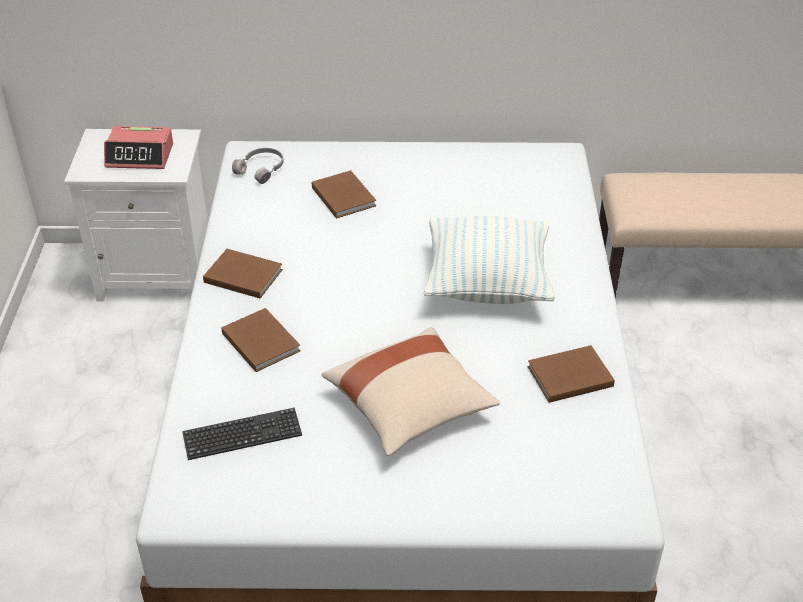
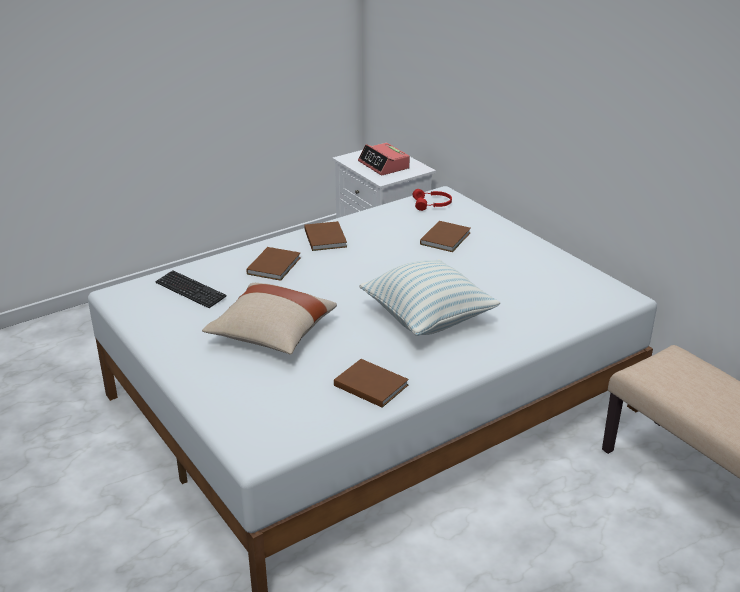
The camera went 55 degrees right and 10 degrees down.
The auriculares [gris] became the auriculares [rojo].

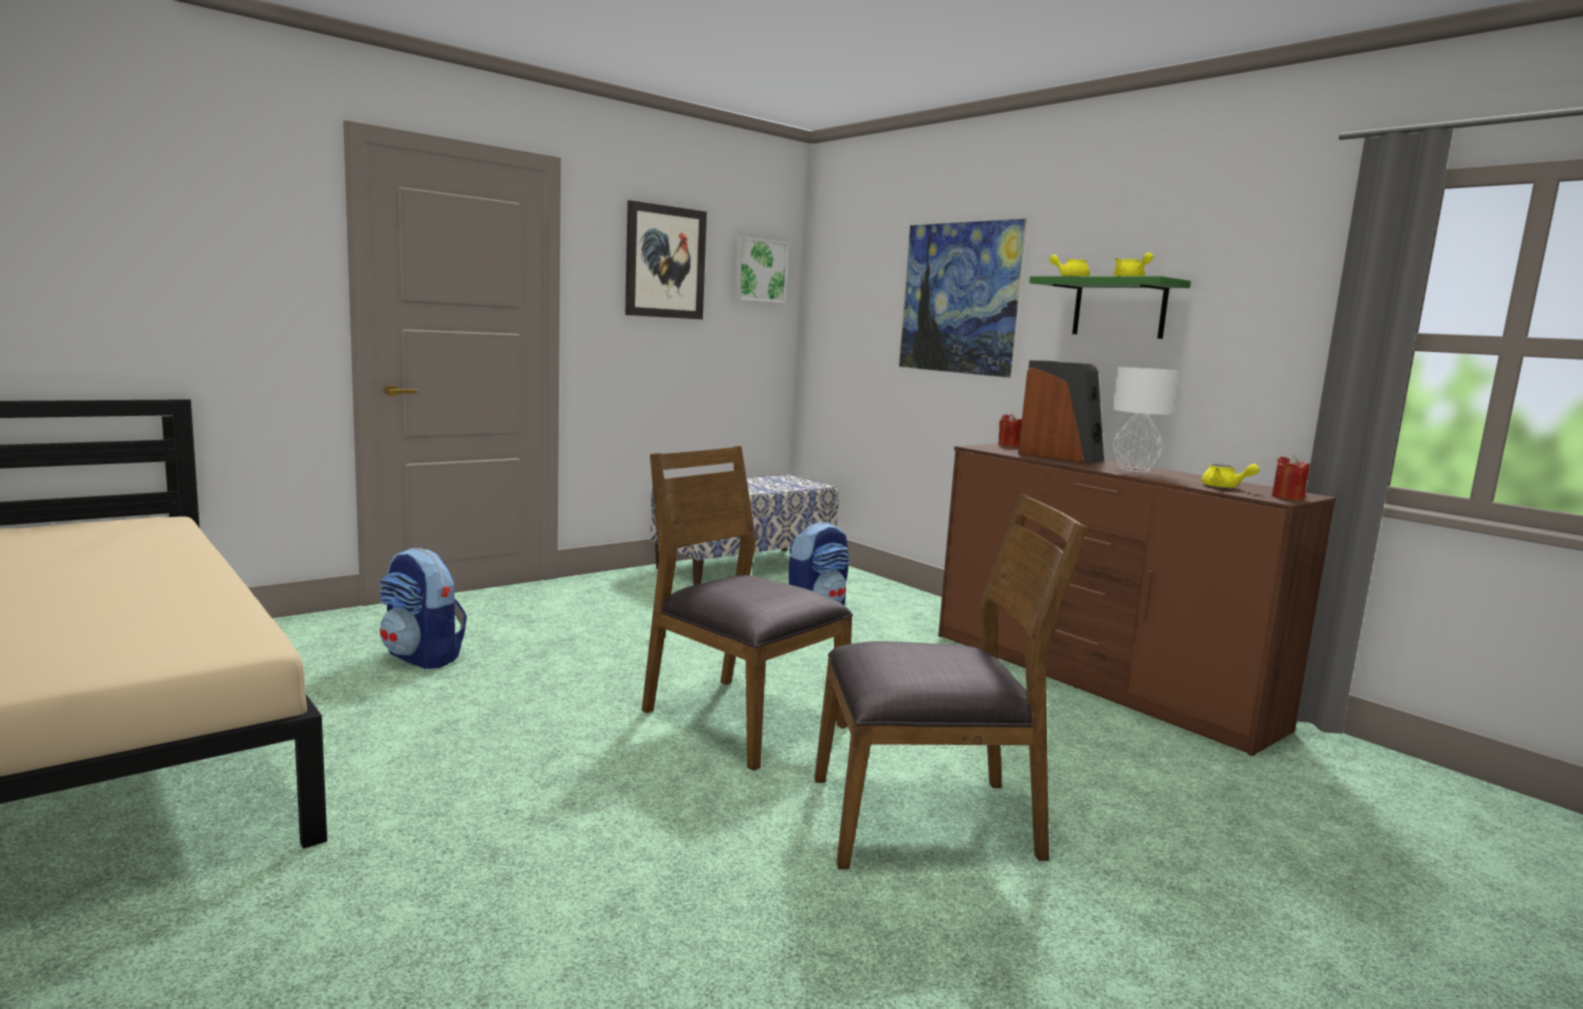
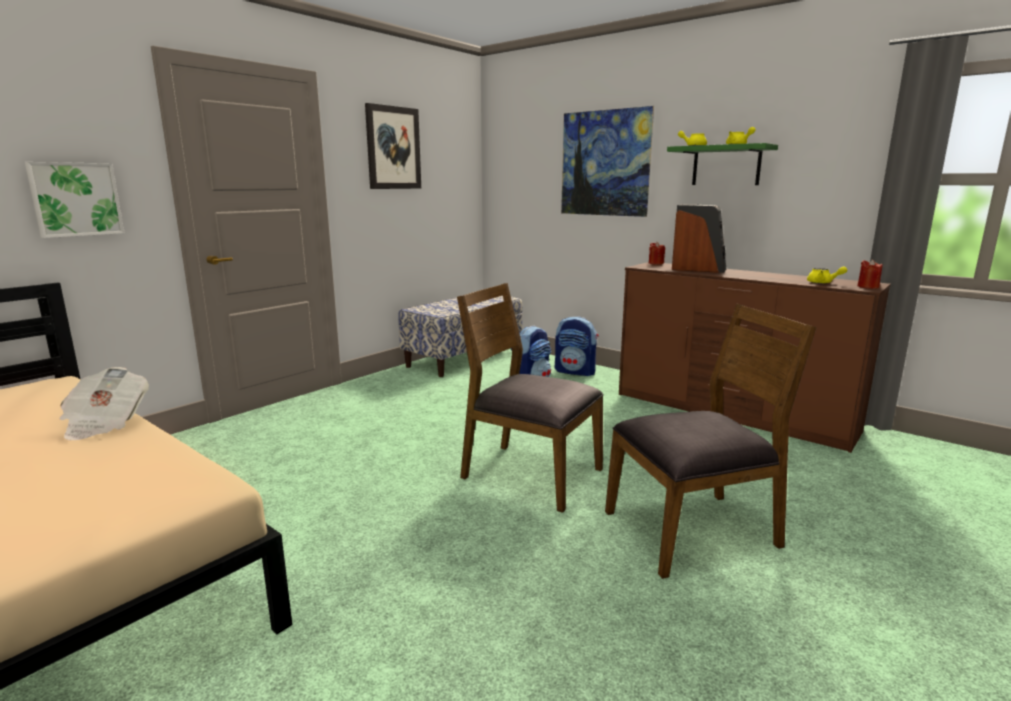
The camera went 10 degrees left and 5 degrees up.
The lámpara de mesa [blanco] disappeared.
The periódico appeared.
The mochila (no. 1 from left in the first image) moved.
The cuadro (no. 2 from left in the first image) moved.

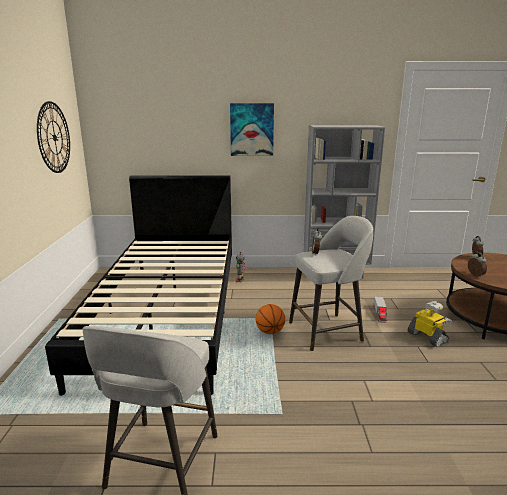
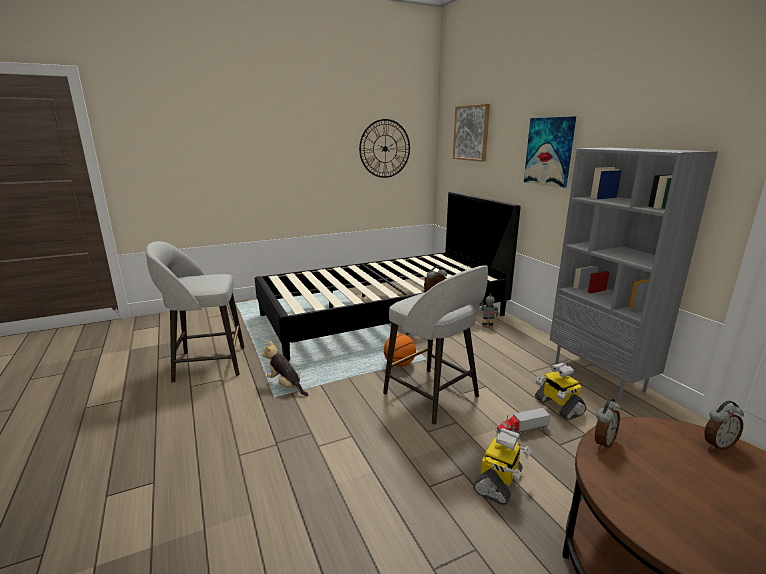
The camera went 65 degrees right and 0 degrees up.
The peluche appeared.
The cuadro (no. 1 from left) appeared.
The robot de juguete (no. 3 from left) appeared.

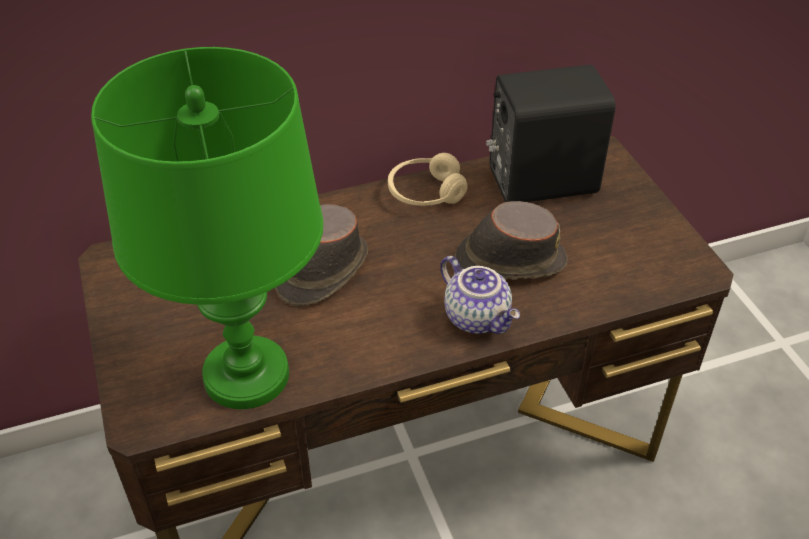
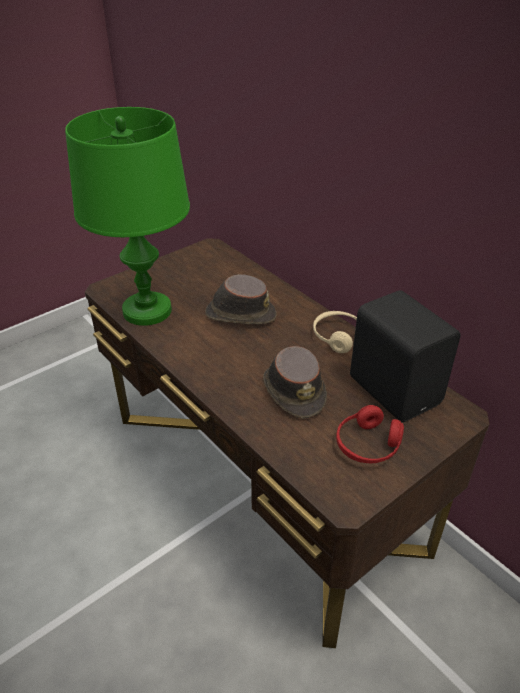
The camera went 70 degrees right and 5 degrees down.
The tetera disappeared.
The auriculares [rojo] appeared.

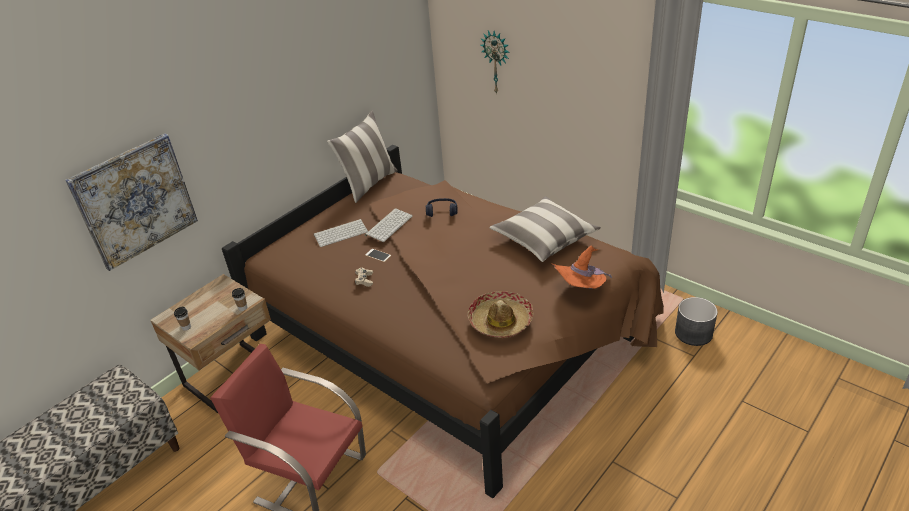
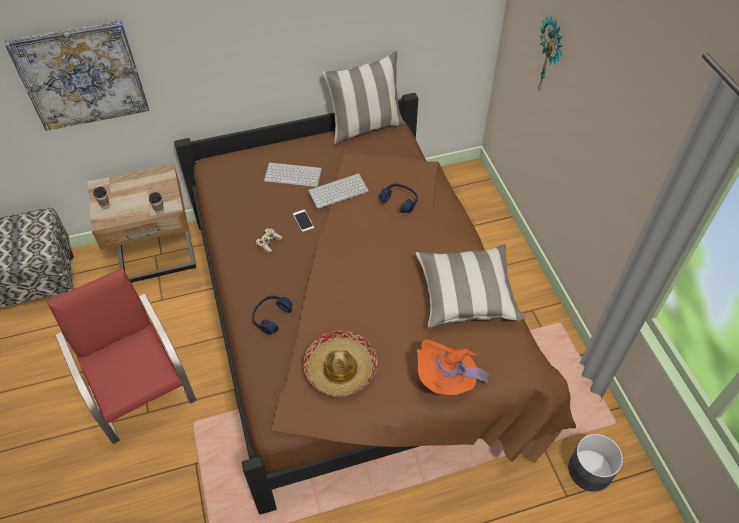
The camera went 30 degrees right and 15 degrees up.
The auriculares [azul] (no. 1 from left) appeared.

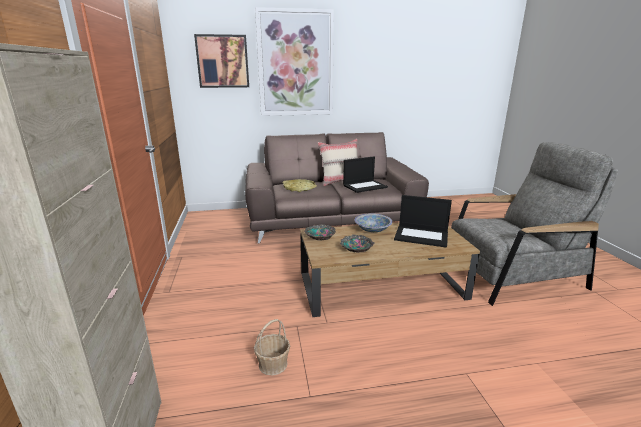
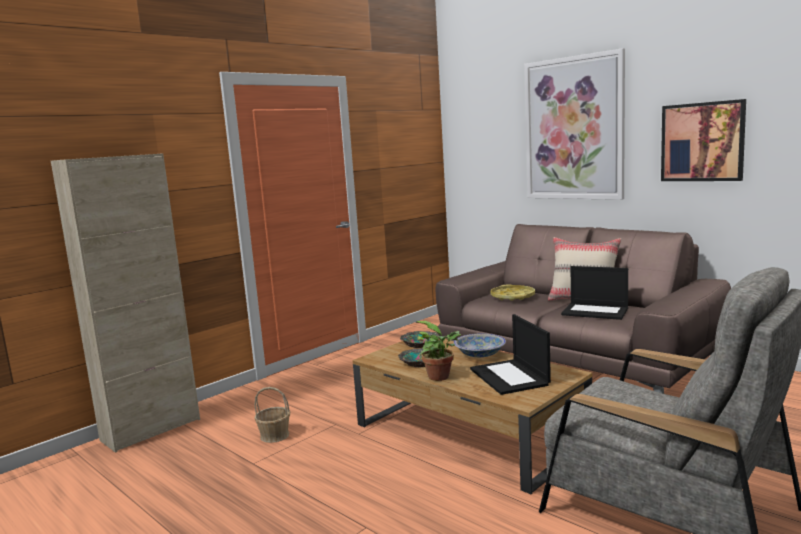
The camera went 55 degrees right and 10 degrees down.
The planta en maceta appeared.
The cuadro (no. 1 from left in the first image) moved.

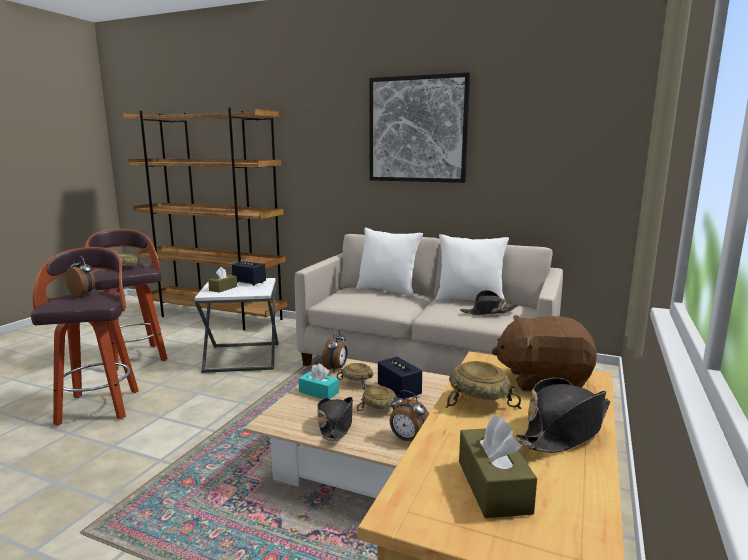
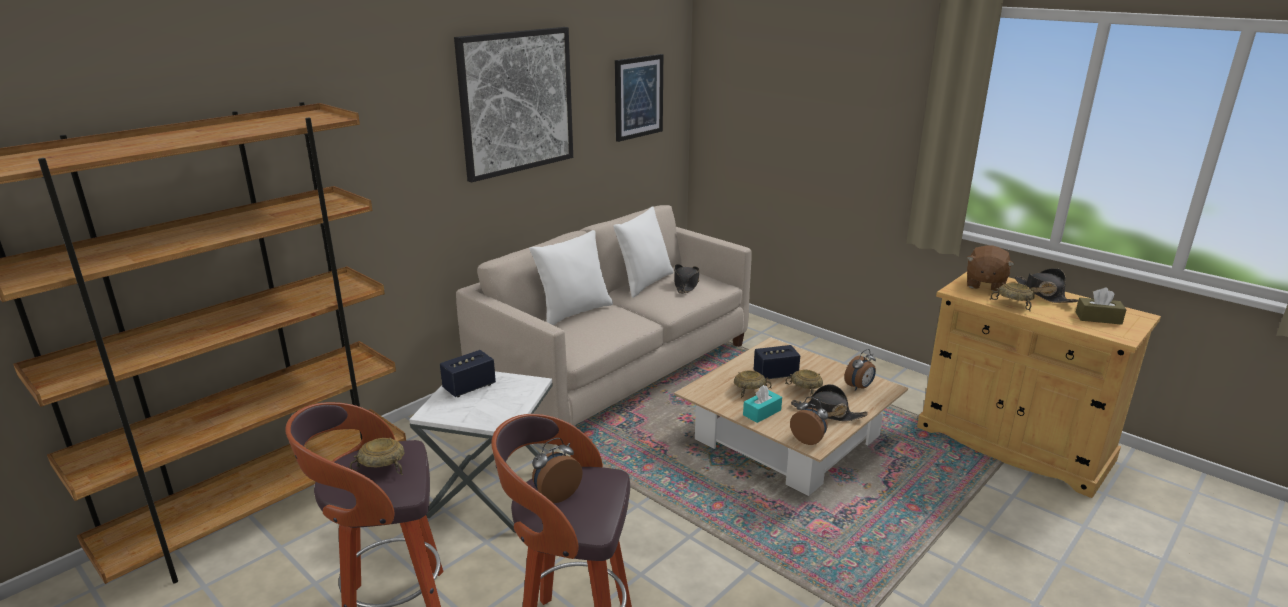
The camera went 70 degrees left and 10 degrees up.
The caja de pañuelos [marrón] (no. 1 from left) disappeared.
The cuadro (no. 2 from left) appeared.
The despertador (no. 2 from left) moved.

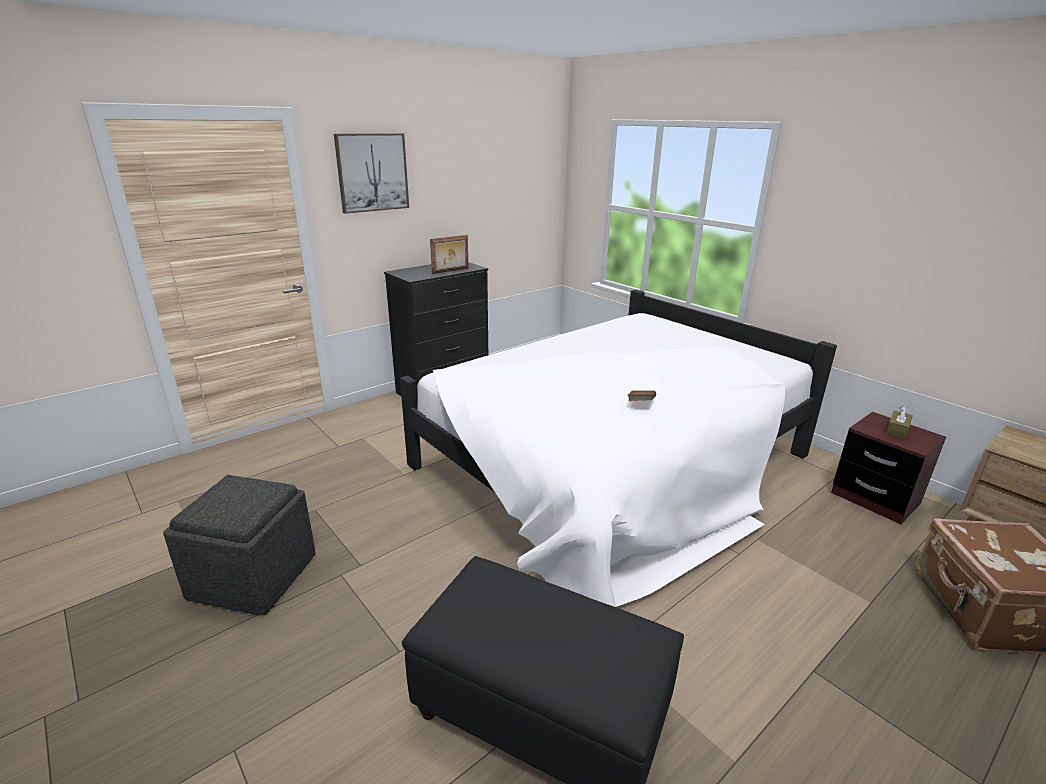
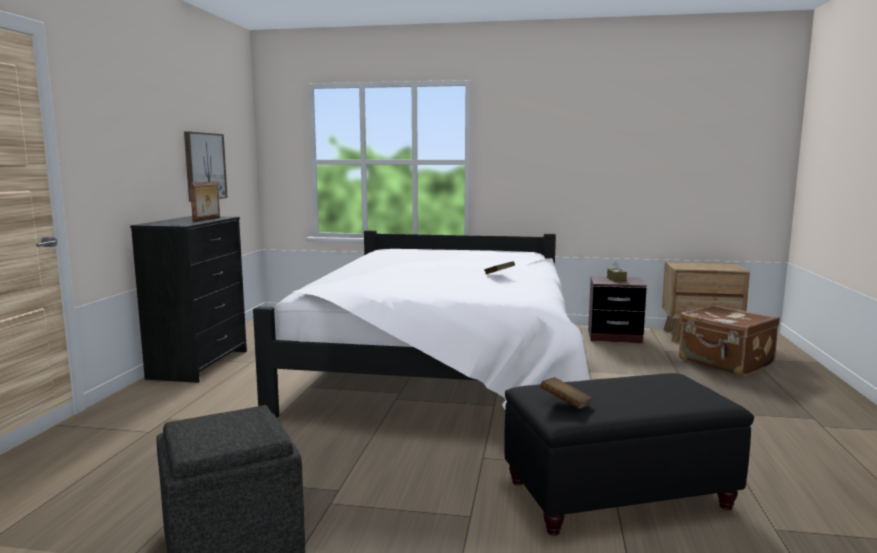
The camera went 40 degrees left and 15 degrees down.
The libro [marrón] (no. 2 from left) appeared.
The cuadro moved.

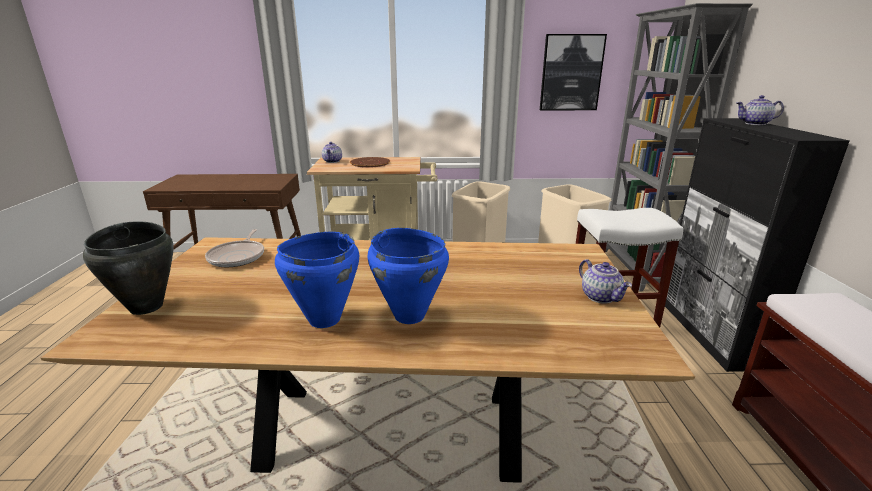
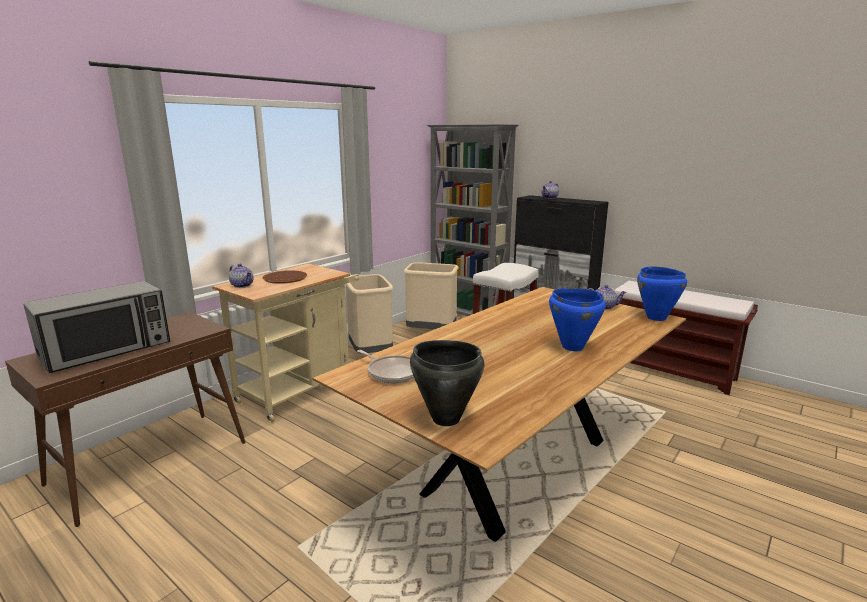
The camera went 50 degrees left and 5 degrees down.
The cuadro disappeared.
The microondas appeared.
The olla [azul] (no. 1 from left in the first image) moved.

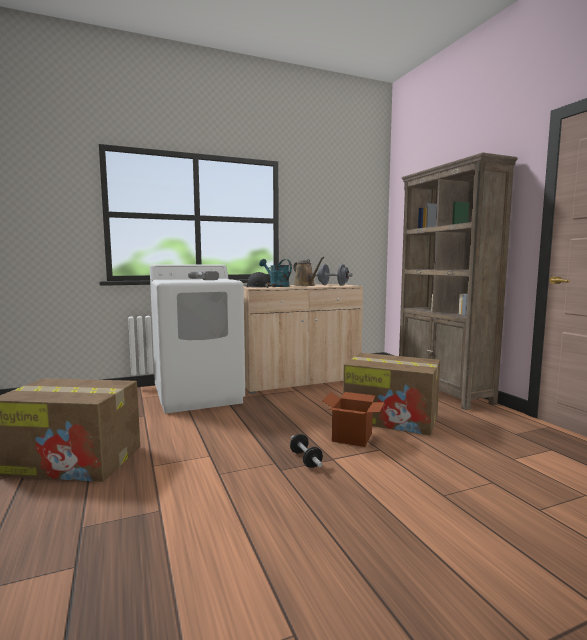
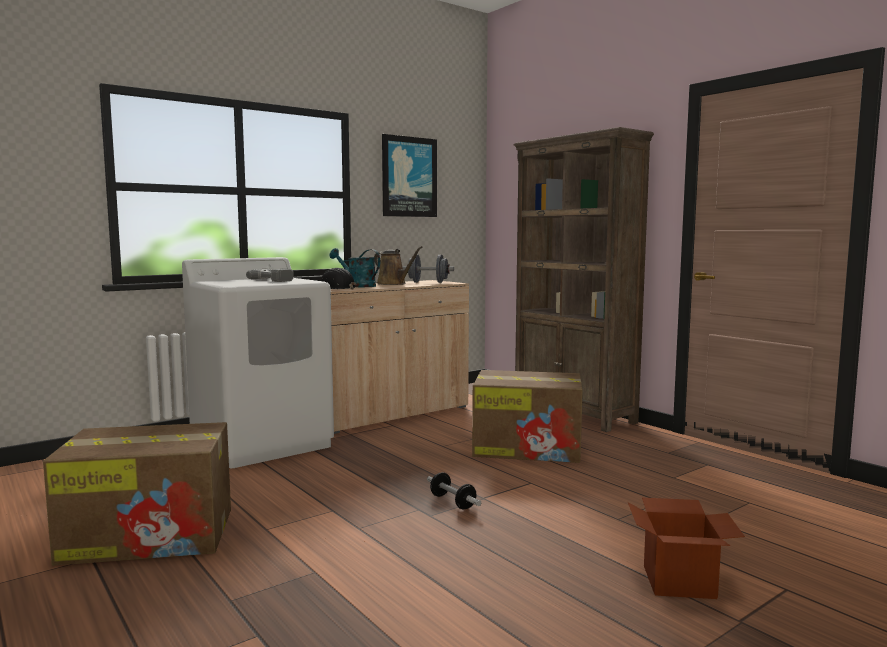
The camera went 15 degrees left and 0 degrees up.
The cuadro appeared.
The caja de cartón (no. 2 from left in the first image) moved.

